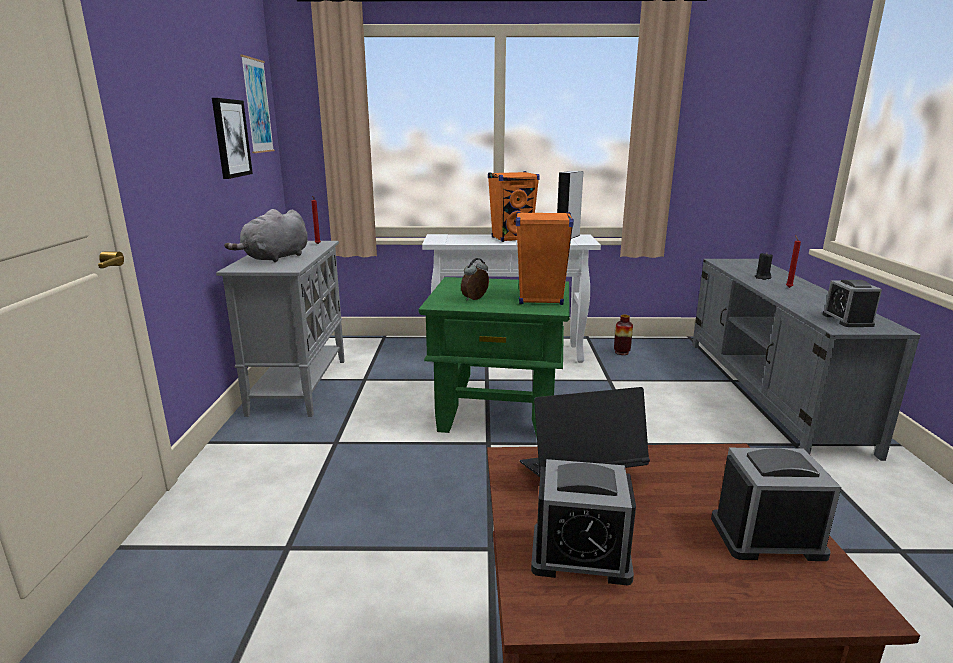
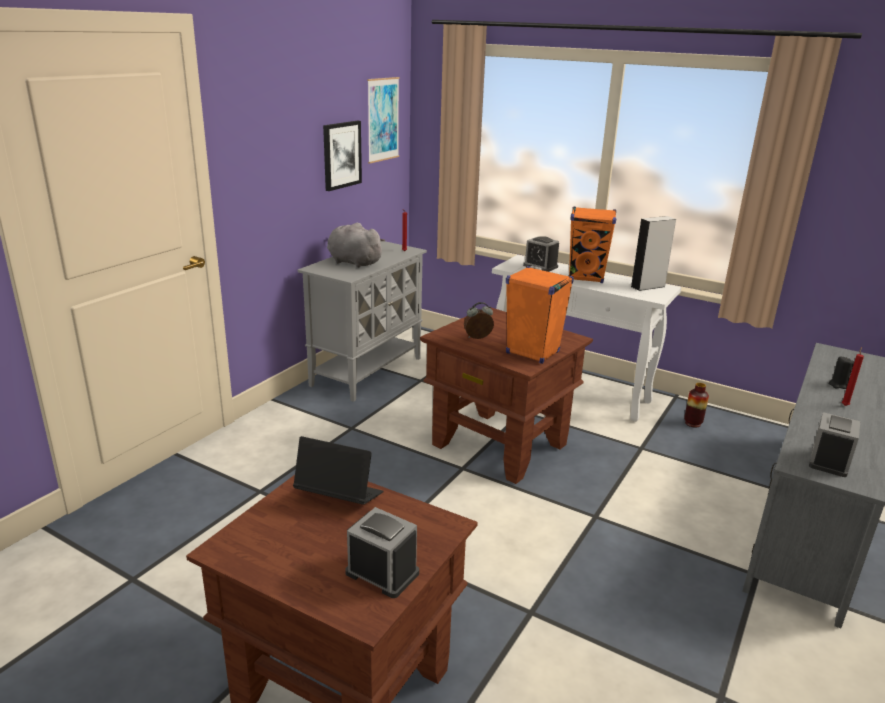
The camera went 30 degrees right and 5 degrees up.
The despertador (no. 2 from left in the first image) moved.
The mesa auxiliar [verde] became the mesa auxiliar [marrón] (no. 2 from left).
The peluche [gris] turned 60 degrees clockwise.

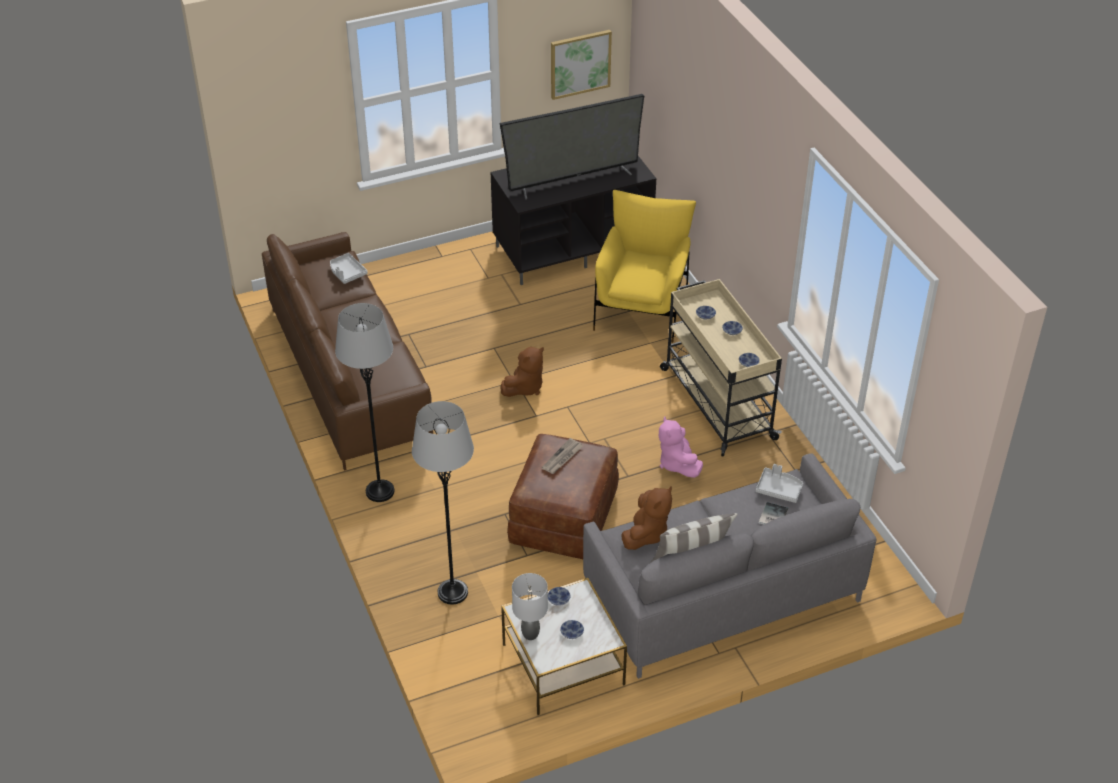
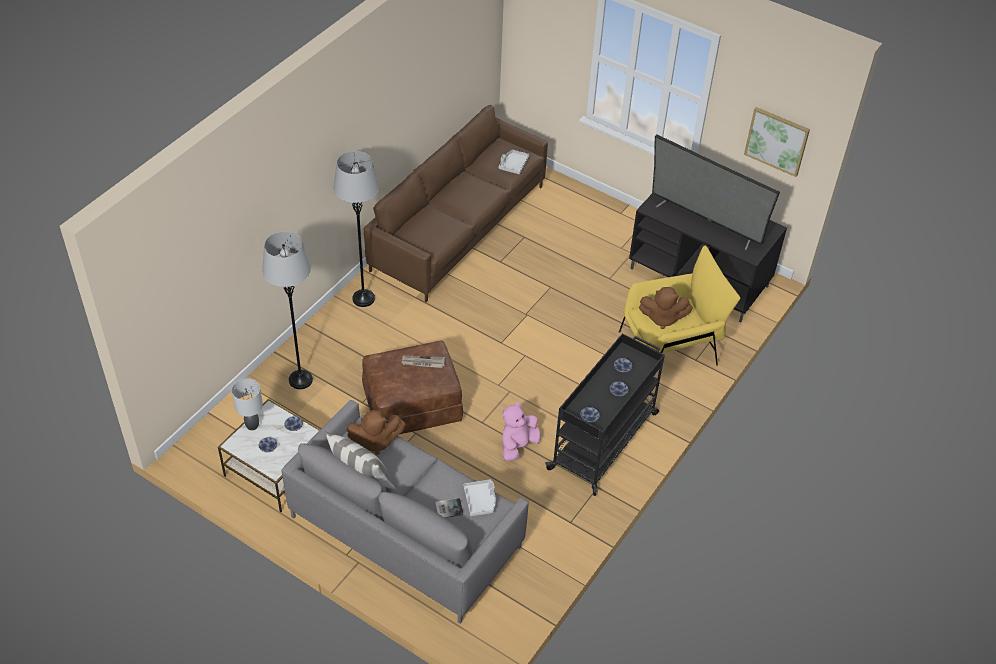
The camera went 55 degrees right and 5 degrees up.
The peluche [marrón] (no. 1 from left in the first image) moved.
The carrito [beis] became the carrito [negro].

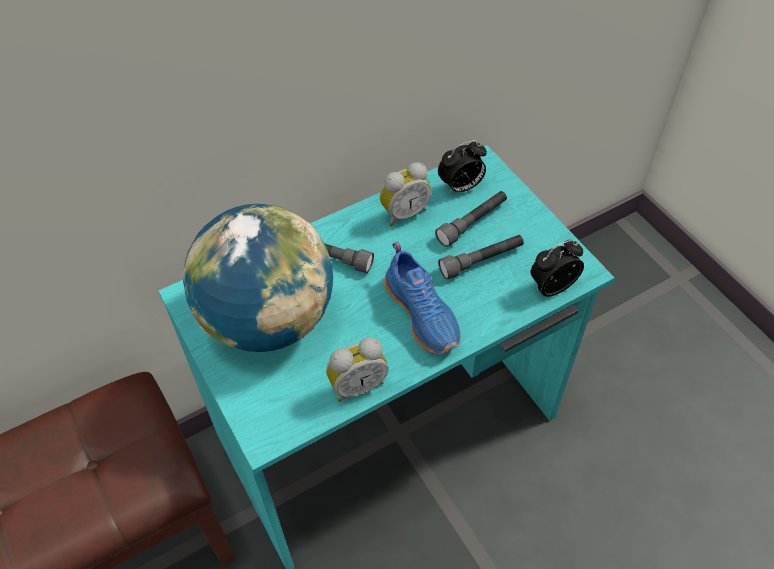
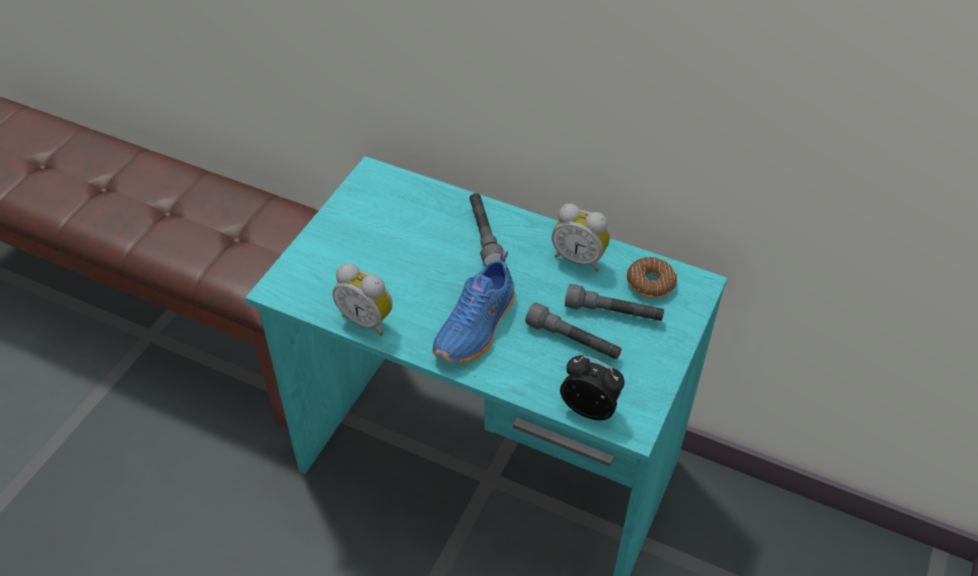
The camera went 55 degrees right and 5 degrees down.
The globo terráqueo disappeared.
The despertador (no. 3 from left) was replaced by the rosquilla.

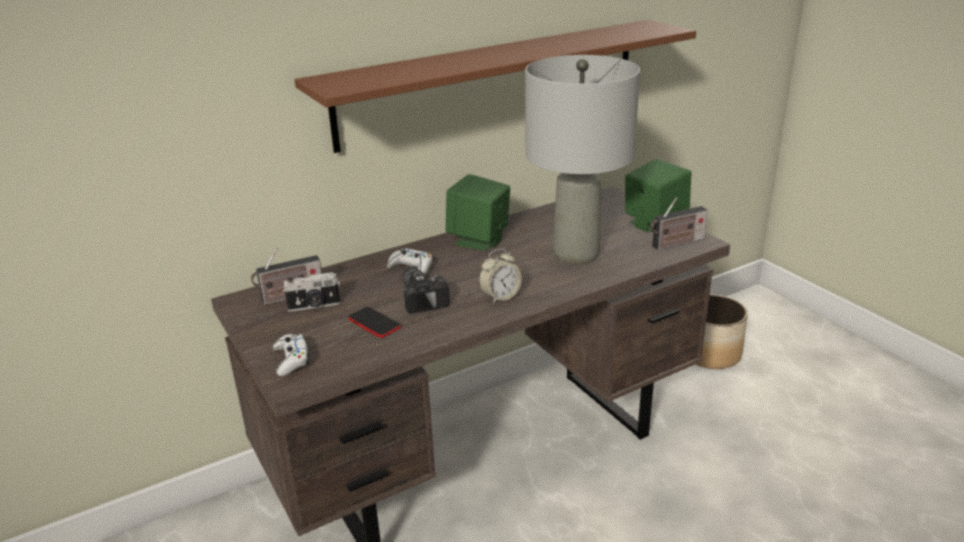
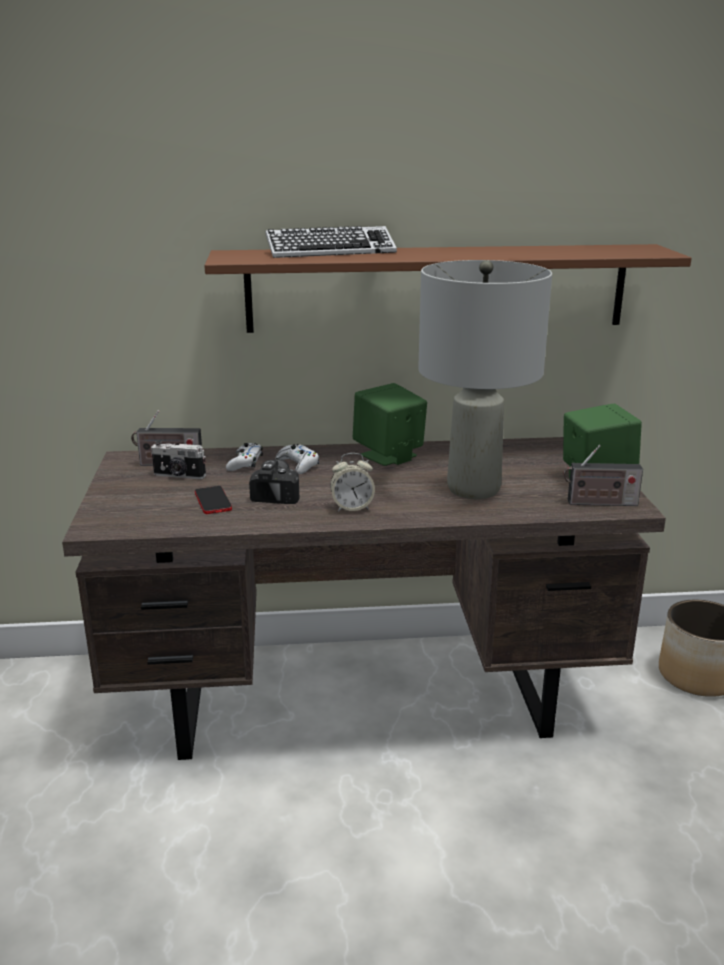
The camera went 25 degrees right and 5 degrees down.
The teclado appeared.
The mando de consola [blanco] (no. 1 from left) moved.

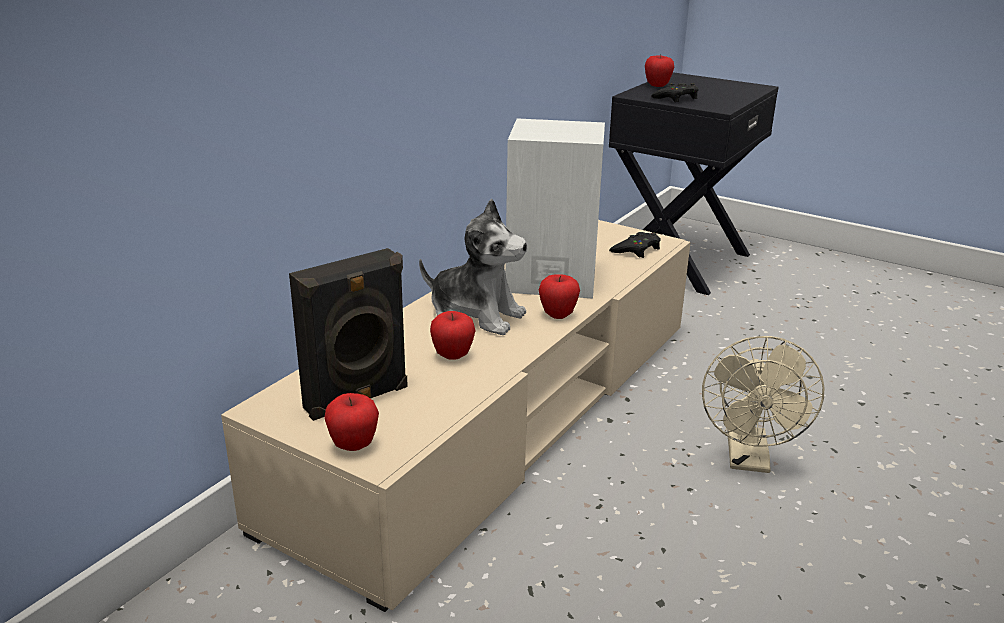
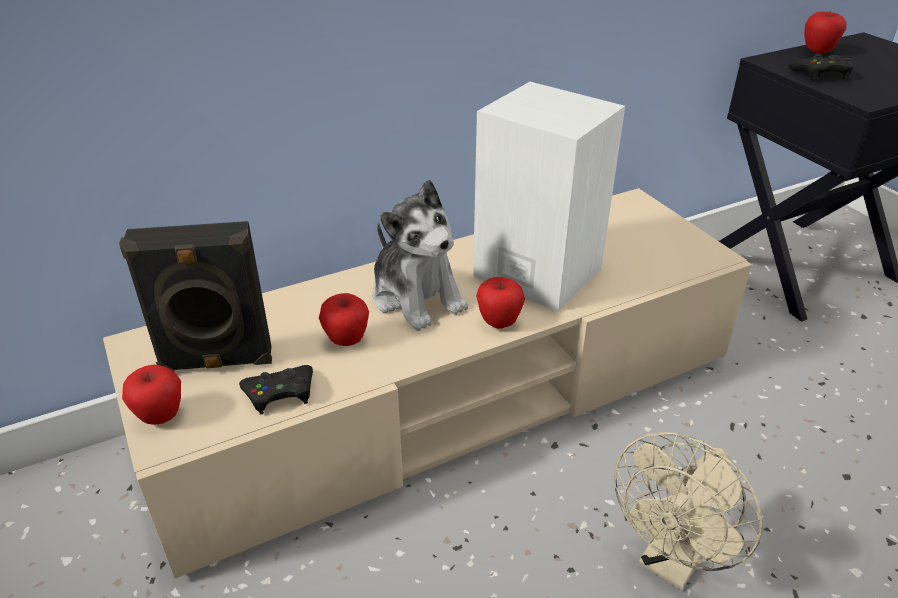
The camera went 30 degrees right and 10 degrees up.
The mando de consola [negro] (no. 1 from left) moved.

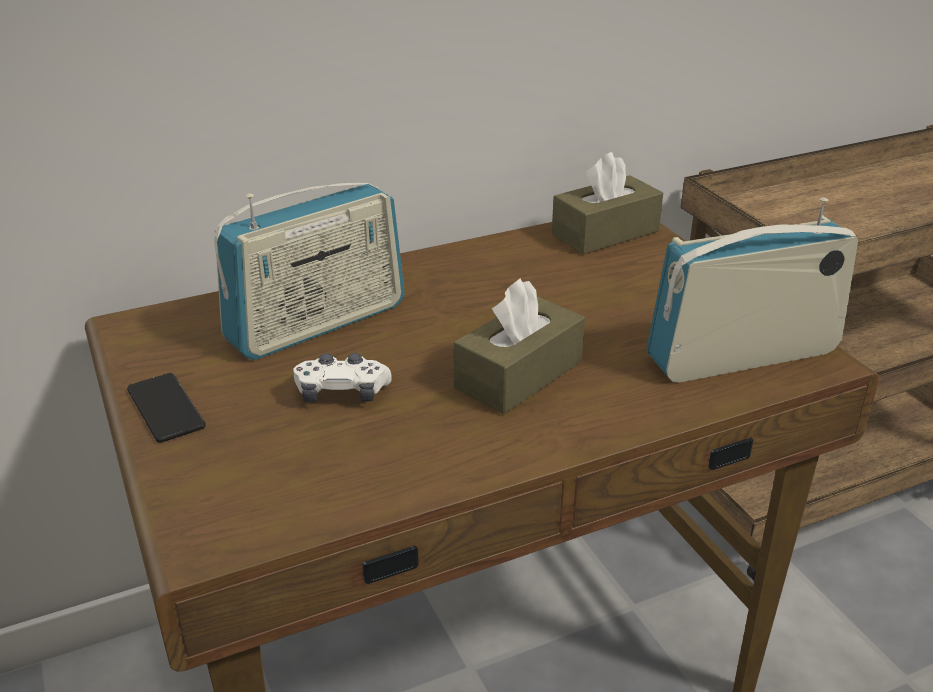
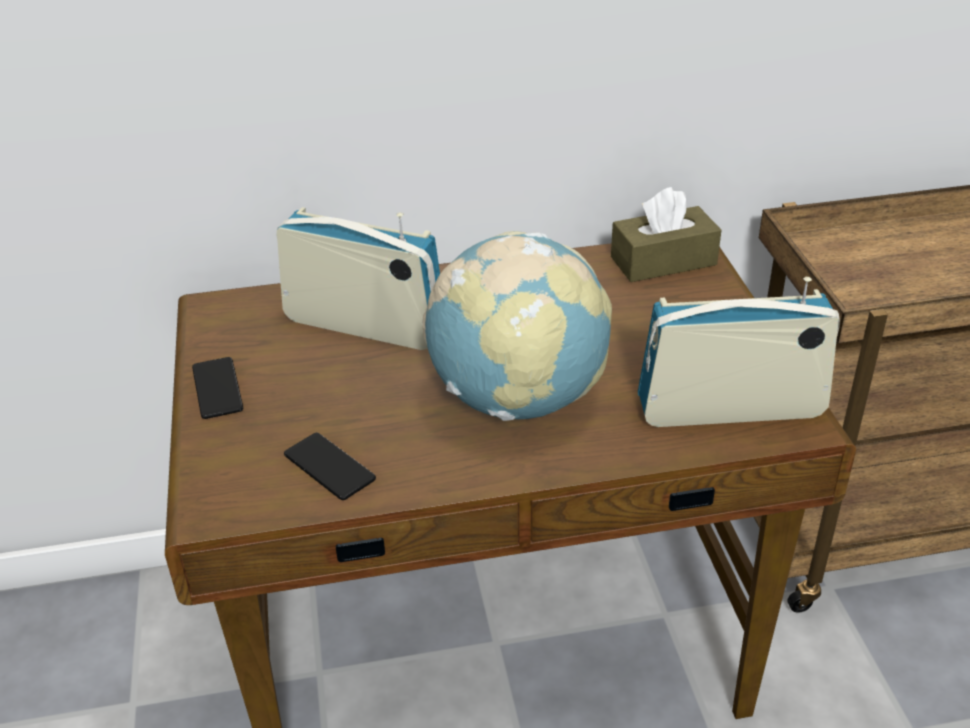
The camera went 15 degrees right and 5 degrees up.
The mando de consola [blanco] disappeared.
The móvil (no. 2 from left) appeared.
The caja de pañuelos [marrón] (no. 1 from left) was replaced by the globo terráqueo.
The radio (no. 1 from left) turned 135 degrees counterclockwise.

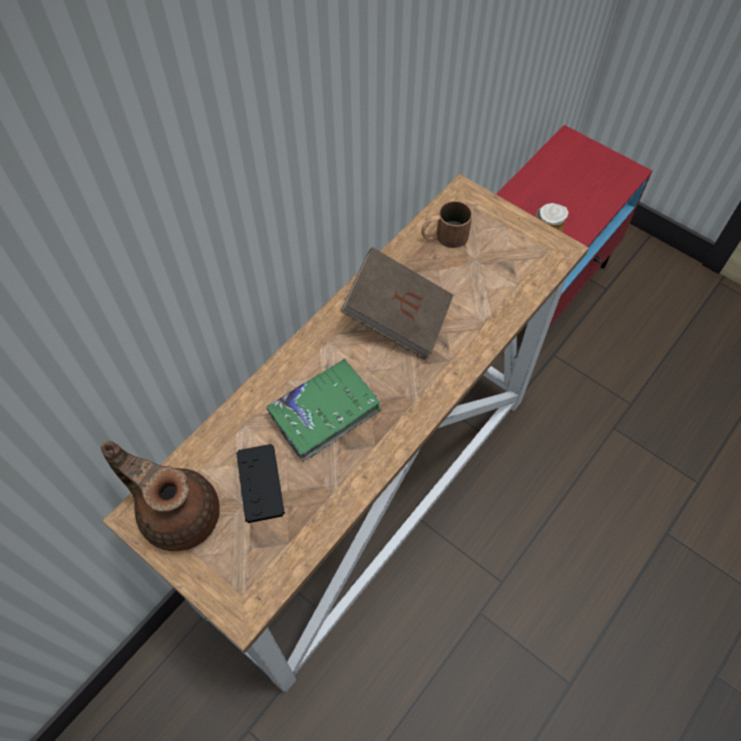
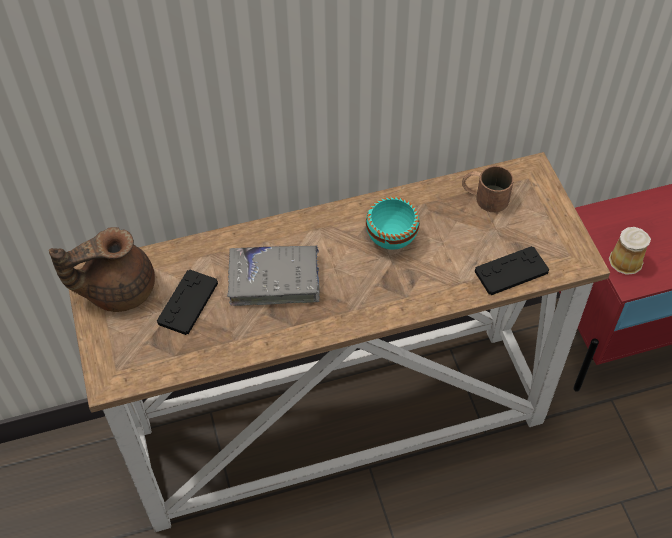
The camera went 35 degrees right and 5 degrees down.
The mando de consola [negro] (no. 2 from left) appeared.
The libro [marrón] was replaced by the cuenco [turquesa].
The libro [verde] became the libro [gris].
The tetera [marrón] turned 90 degrees counterclockwise.

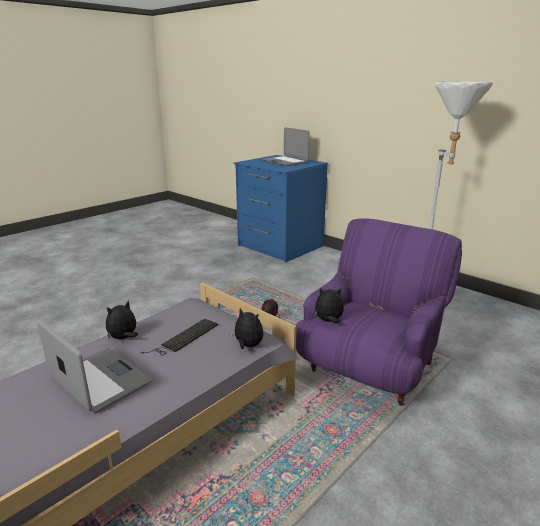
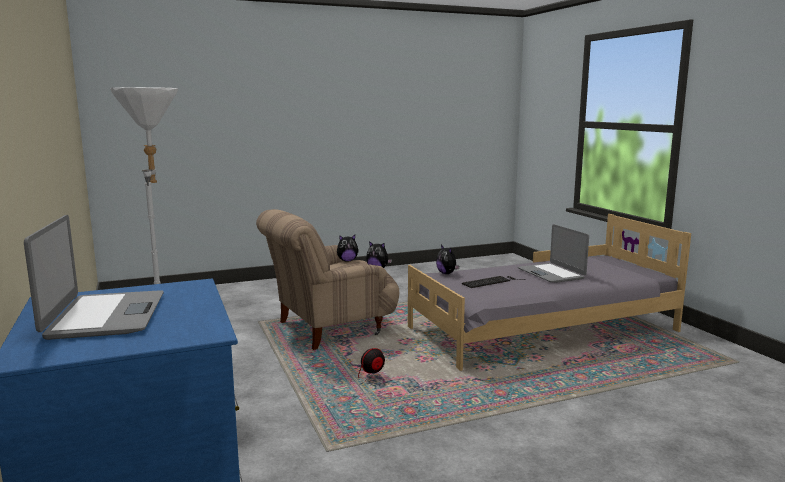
The camera went 155 degrees left and 10 degrees down.
The peluche (no. 1 from left) moved.
The sillón [morado] became the sillón [beis].

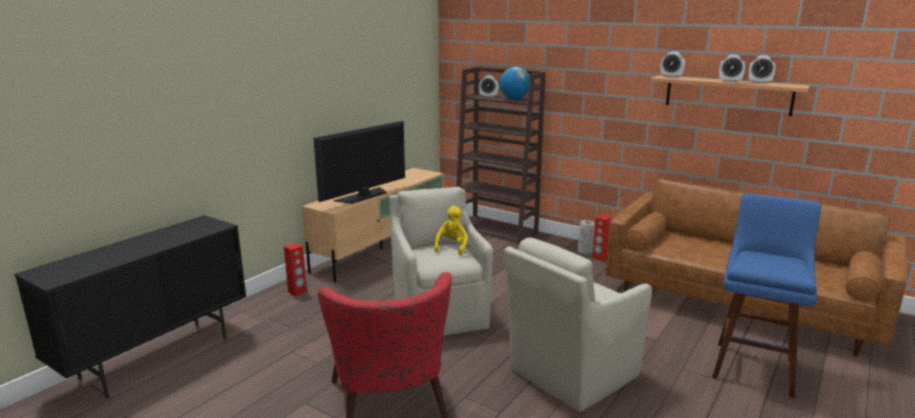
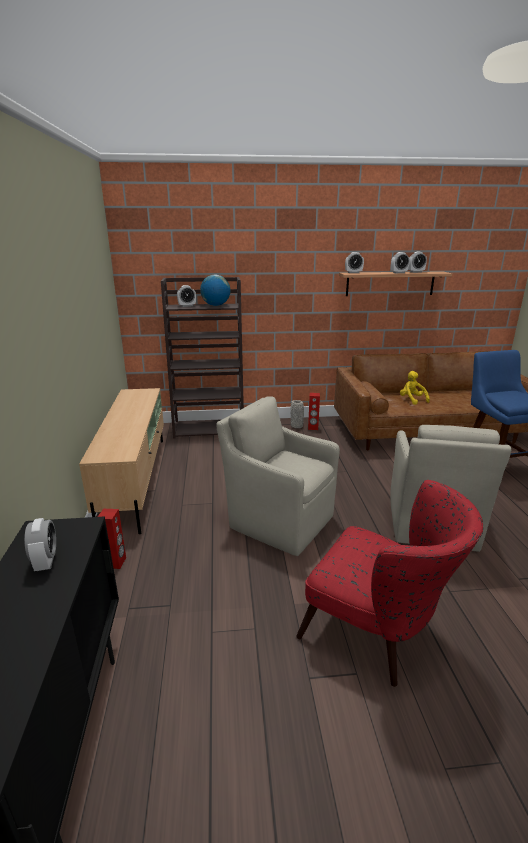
The camera went 40 degrees left and 5 degrees up.
The televisor disappeared.
The despertador (no. 1 from left) appeared.
The peluche [amarillo] moved.

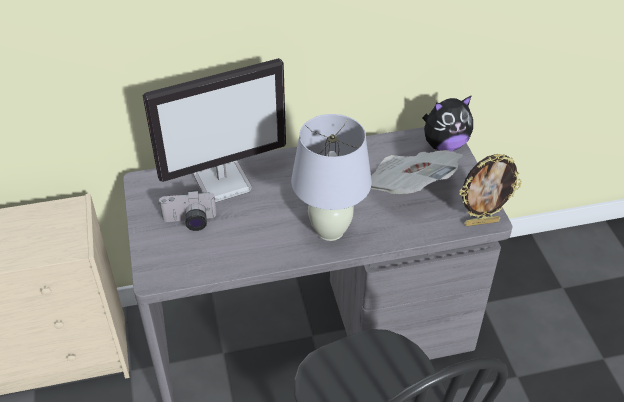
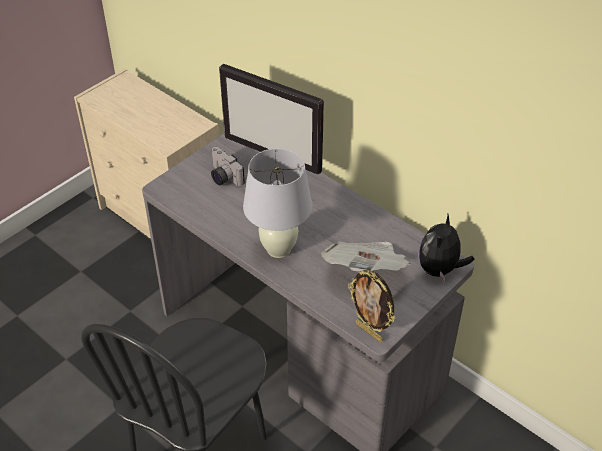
The camera went 55 degrees right and 0 degrees up.
The peluche turned 75 degrees clockwise.

